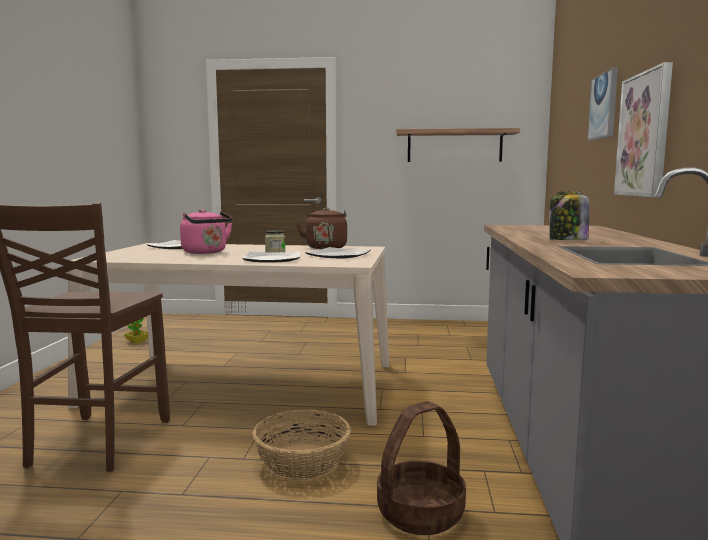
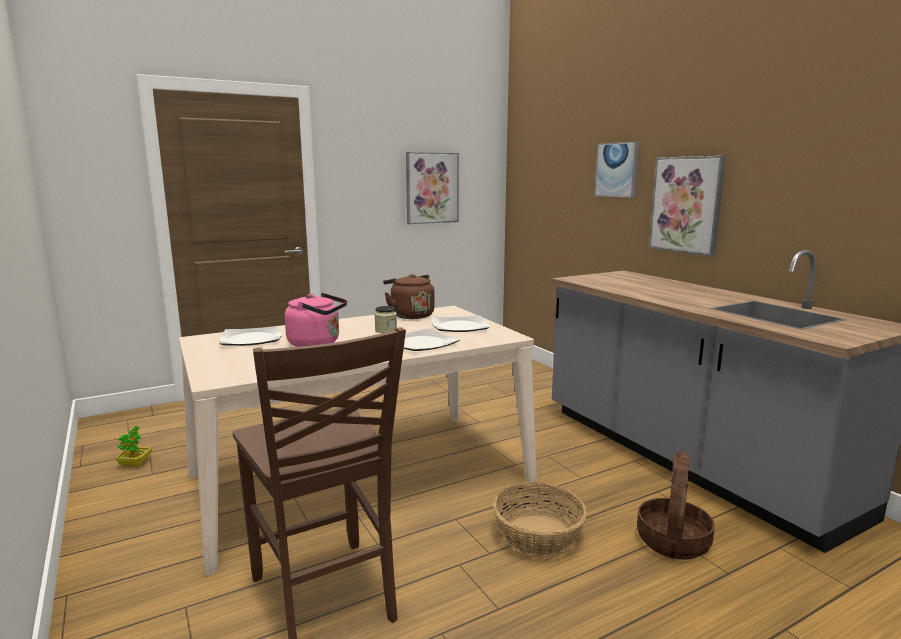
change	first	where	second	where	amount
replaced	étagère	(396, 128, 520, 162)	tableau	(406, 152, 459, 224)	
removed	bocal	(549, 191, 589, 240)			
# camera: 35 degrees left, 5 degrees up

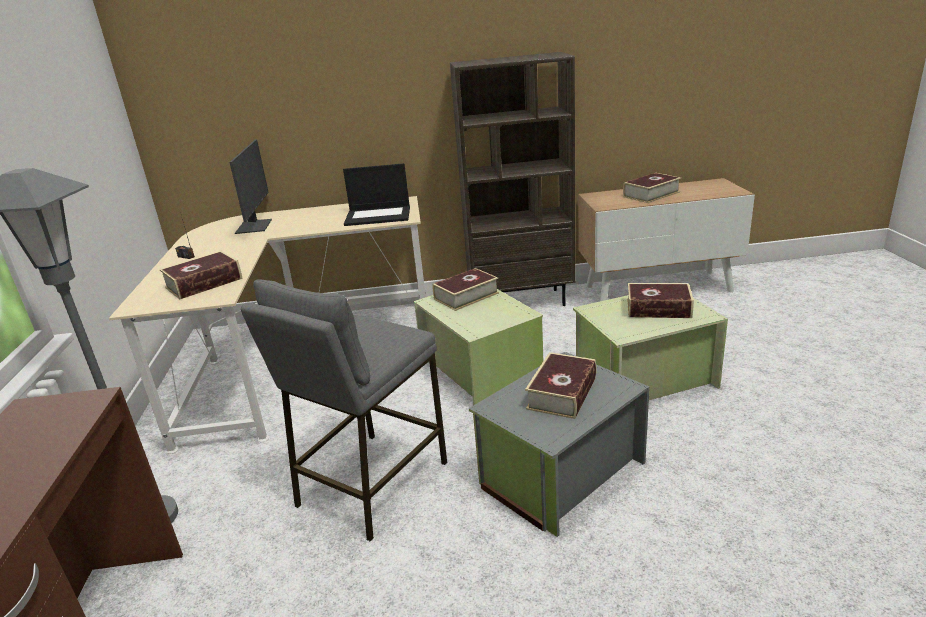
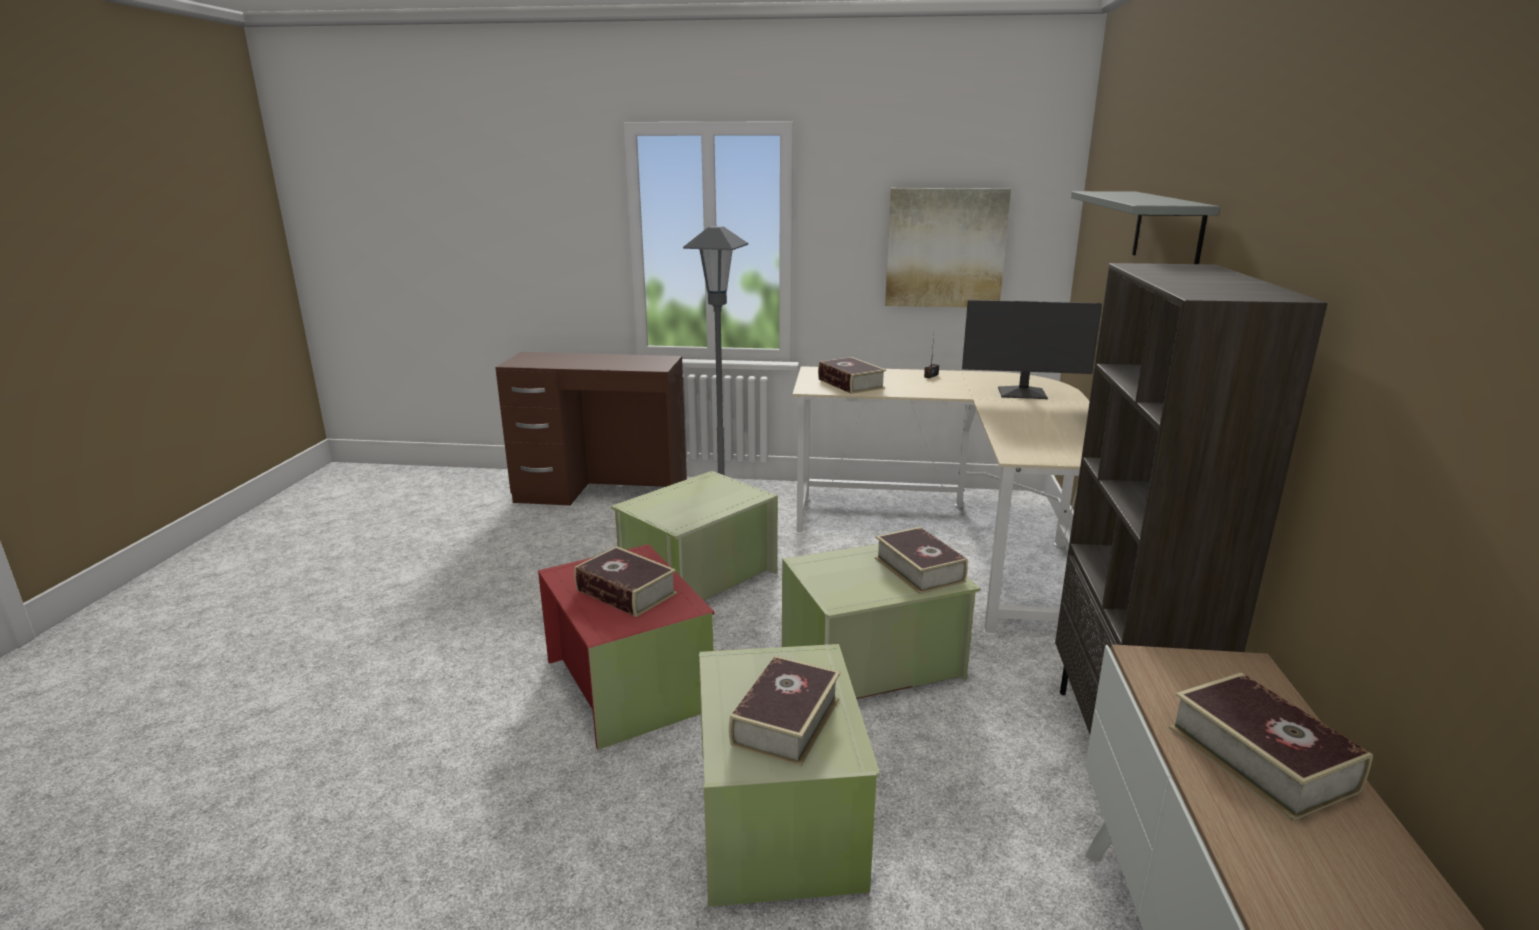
change	first	where	second	where	amount
removed	ordinateur portable	(343, 163, 410, 226)			
replaced	tabouret [gris]	(241, 279, 447, 541)	boîte de rangement [vert]	(611, 471, 778, 601)	
recoloured	boîte de rangement [gris]	(469, 352, 650, 537)	boîte de rangement [rouge]	(538, 544, 714, 750)	
added			tableau	(885, 188, 1011, 307)	
added			étagère [gris]	(1071, 191, 1220, 264)	
# camera: 100 degrees right, 5 degrees down

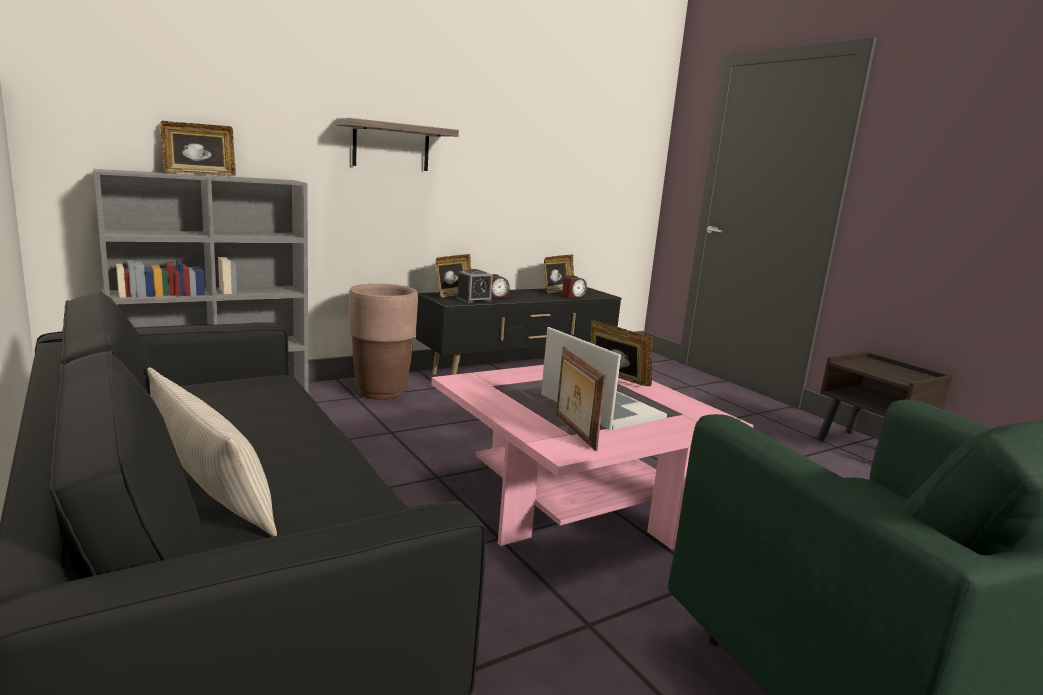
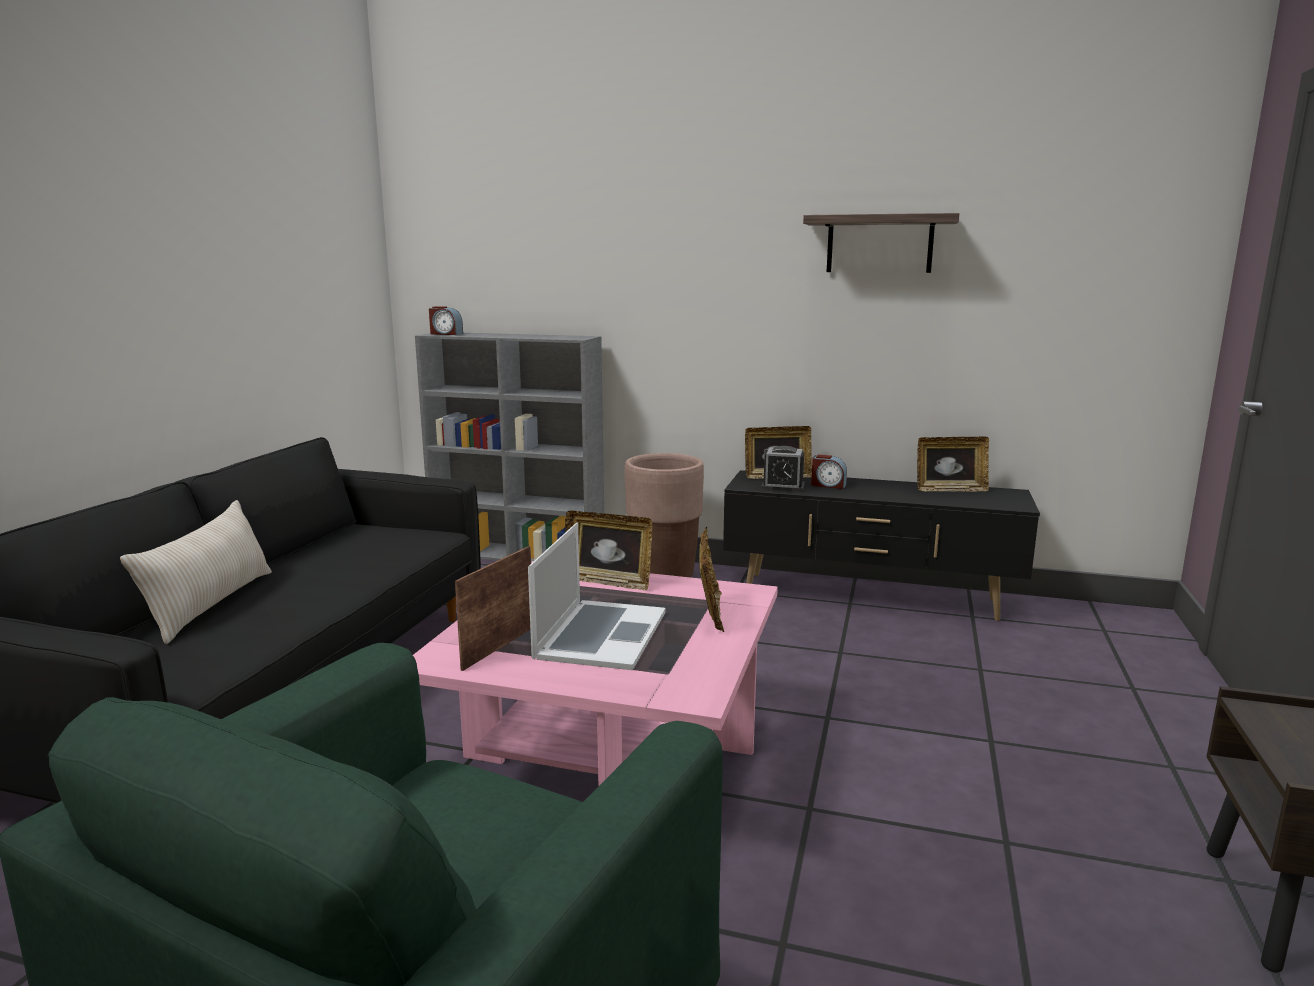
change	first	where	second	where	amount
moved	étagère	(336, 118, 459, 171)		(803, 213, 959, 273)	
moved	cadre photo	(160, 121, 236, 176)		(565, 511, 652, 590)	
moved	réveil	(562, 276, 587, 298)		(429, 306, 463, 335)	
# camera: 50 degrees right, 0 degrees up

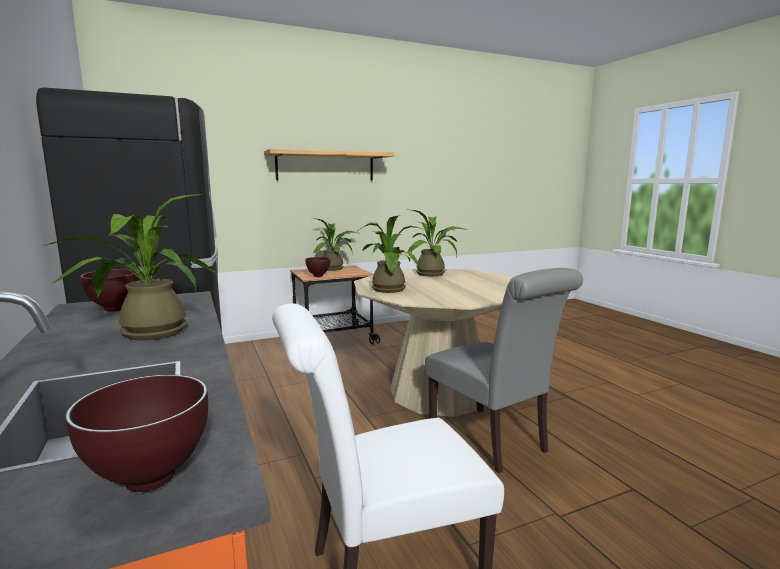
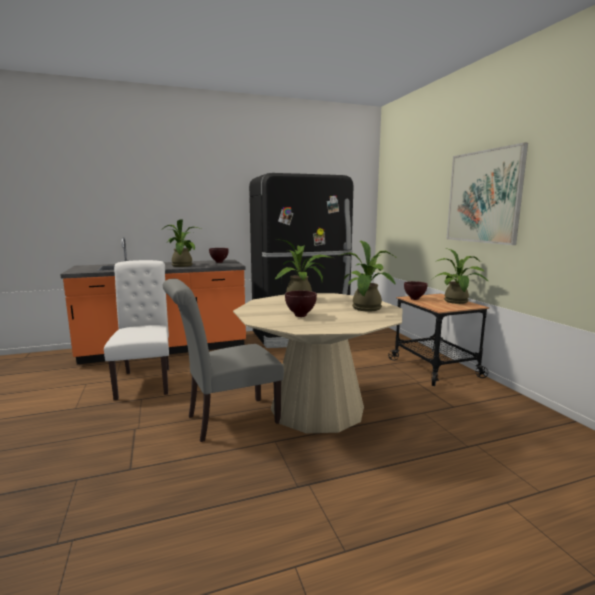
change	first	where	second	where	amount
replaced	étagère	(264, 149, 394, 181)	tableau	(447, 142, 528, 245)	
moved	bol [marron]	(65, 375, 208, 492)		(285, 290, 317, 317)	
# camera: 95 degrees right, 0 degrees up

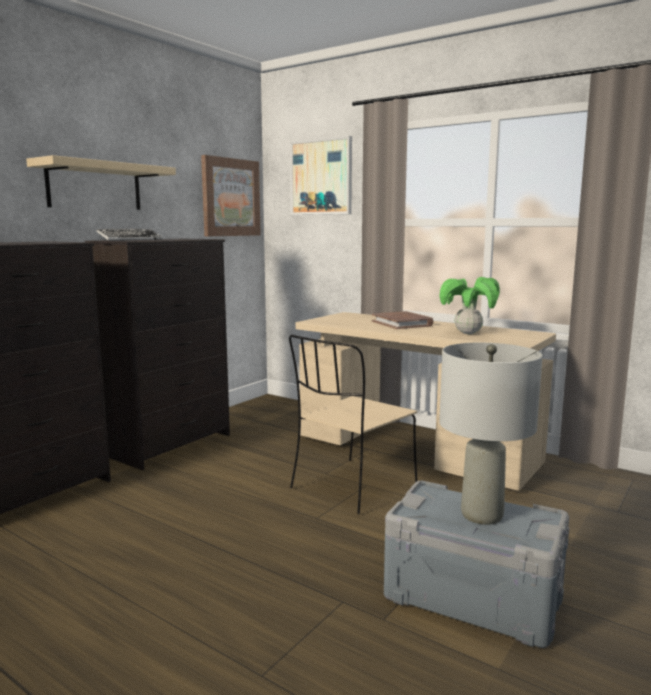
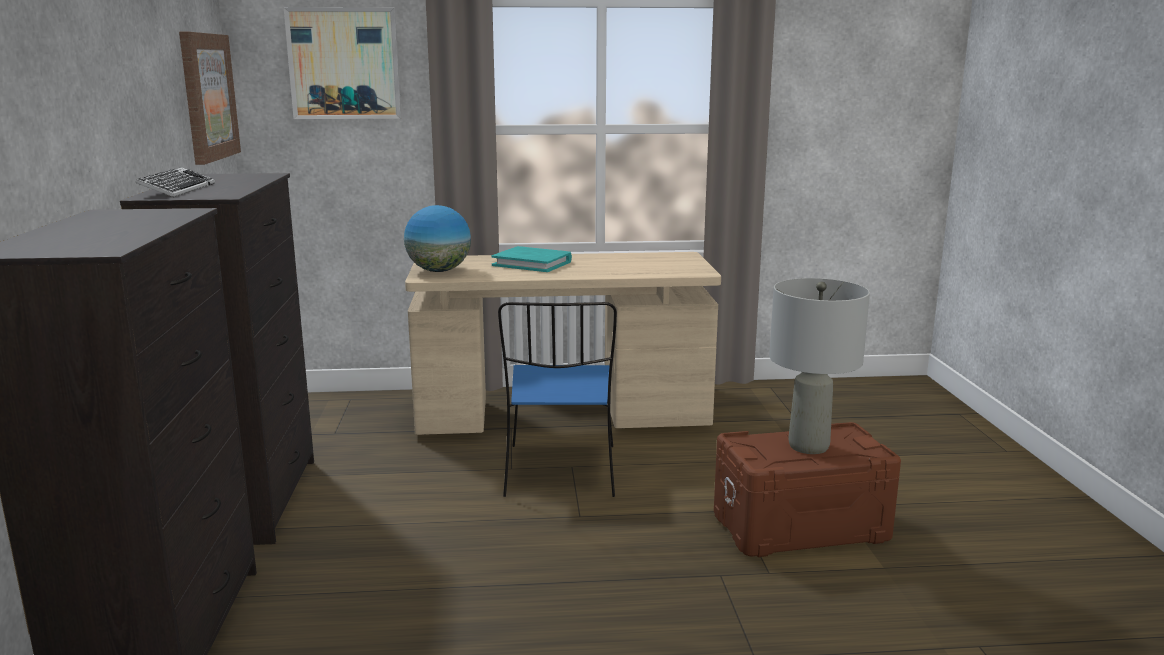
change	first	where	second	where	amount
removed	étagère [beige]	(26, 155, 176, 210)			
removed	plante en pot	(440, 277, 500, 334)			
recoloured	livre [marron]	(372, 311, 433, 329)	livre [turquoise]	(491, 246, 572, 272)	
recoloured	chaise [beige]	(289, 335, 417, 514)	chaise [bleu]	(498, 302, 617, 497)	
recoloured	boîte de rangement [gris]	(384, 481, 569, 648)	boîte de rangement [marron]	(714, 422, 901, 557)	
added			globe	(404, 205, 471, 272)	
# camera: 40 degrees left, 5 degrees up

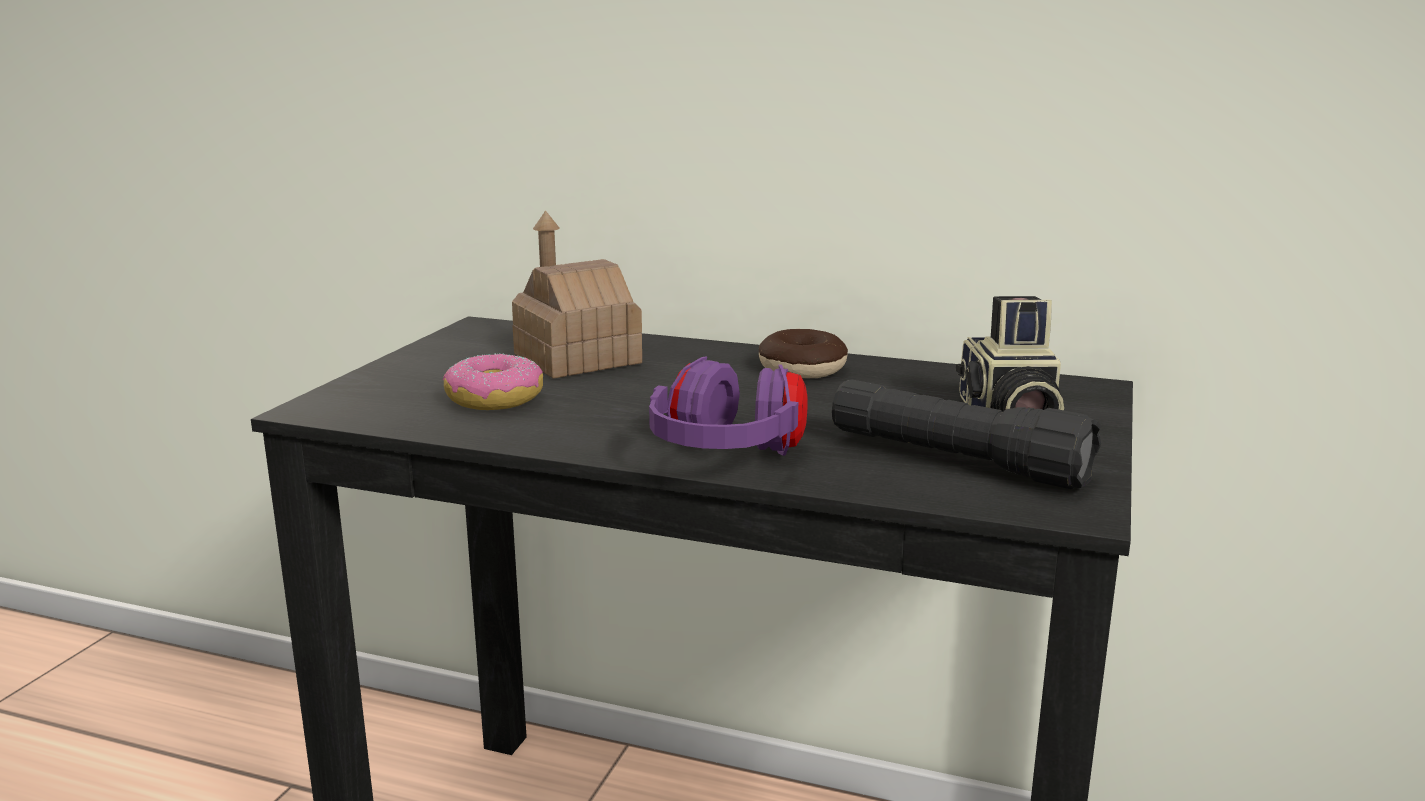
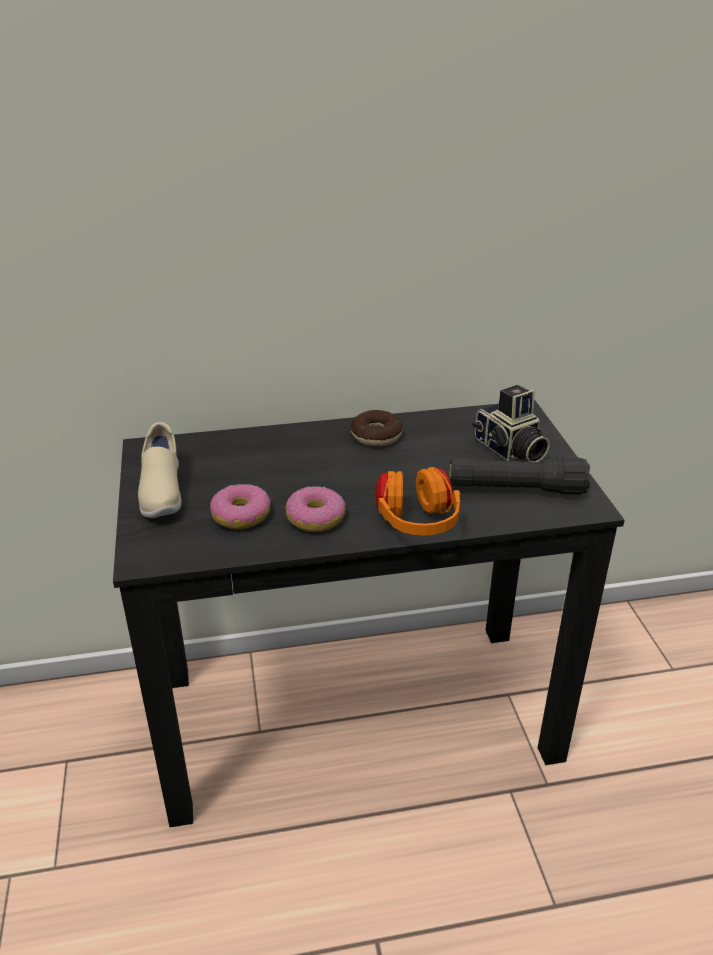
change	first	where	second	where	amount
removed	maison miniature	(512, 210, 642, 379)			
recoloured	casque audio [violet]	(649, 356, 808, 456)	casque audio [orange]	(376, 467, 460, 536)	
added			chaussure [beige]	(138, 422, 182, 518)	
added			beignet	(285, 486, 346, 532)	
# camera: 30 degrees left, 15 degrees up

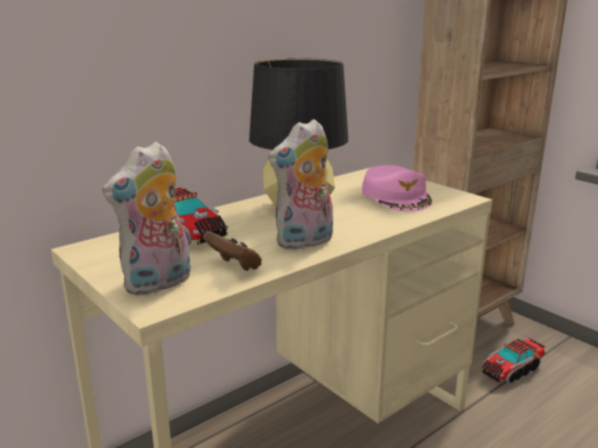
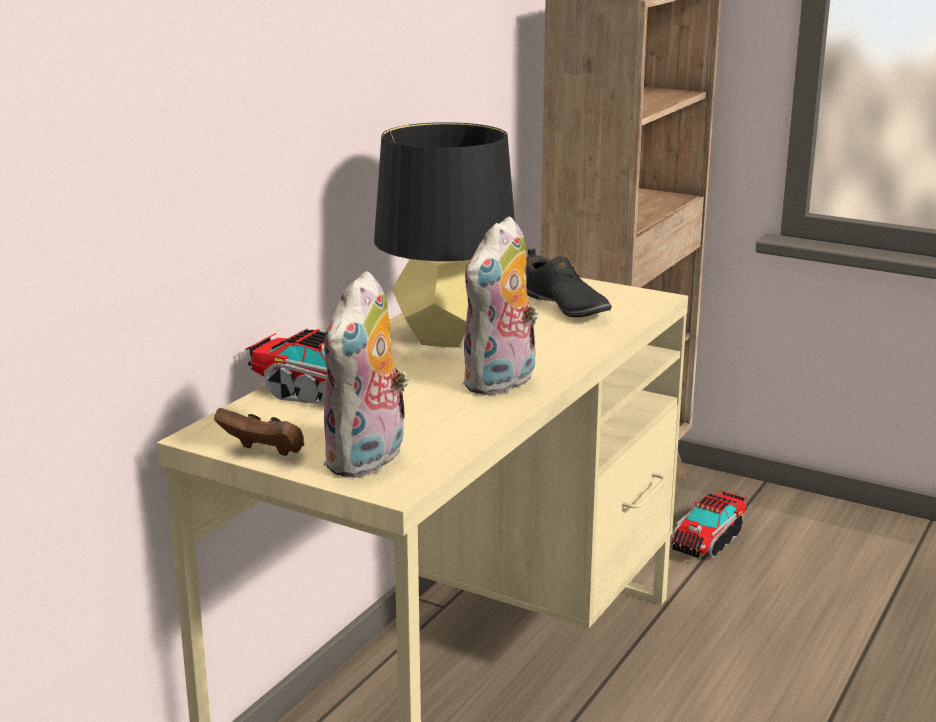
change	first	where	second	where	amount
replaced	casquette [rose]	(362, 165, 432, 211)	chaussure [noir]	(526, 248, 612, 318)	
moved	manette [marron]	(203, 231, 262, 271)		(214, 408, 304, 456)	
# camera: 20 degrees left, 0 degrees up

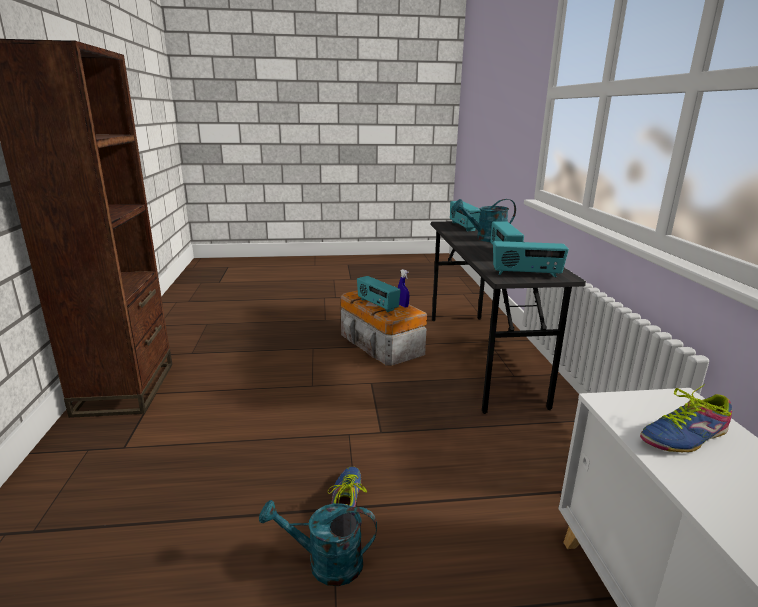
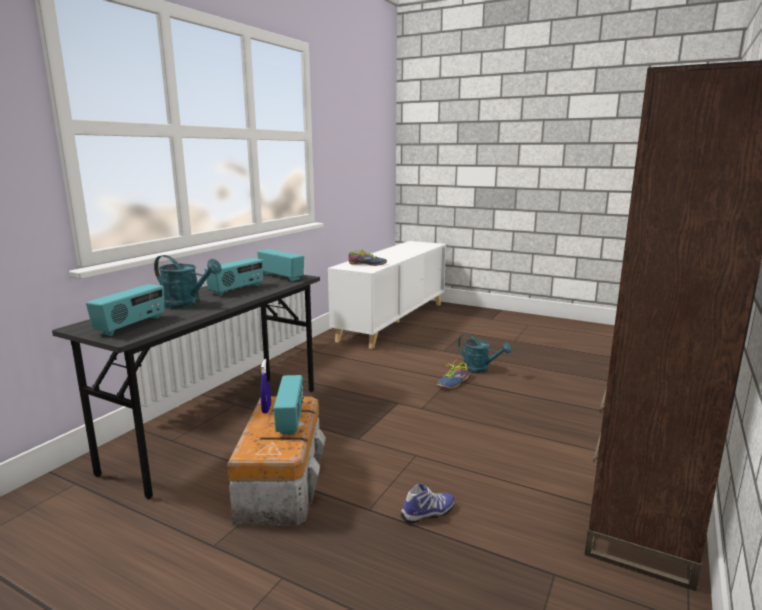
change	first	where	second	where	amount
added			chaussure	(401, 483, 455, 523)	
# camera: 145 degrees left, 5 degrees down

